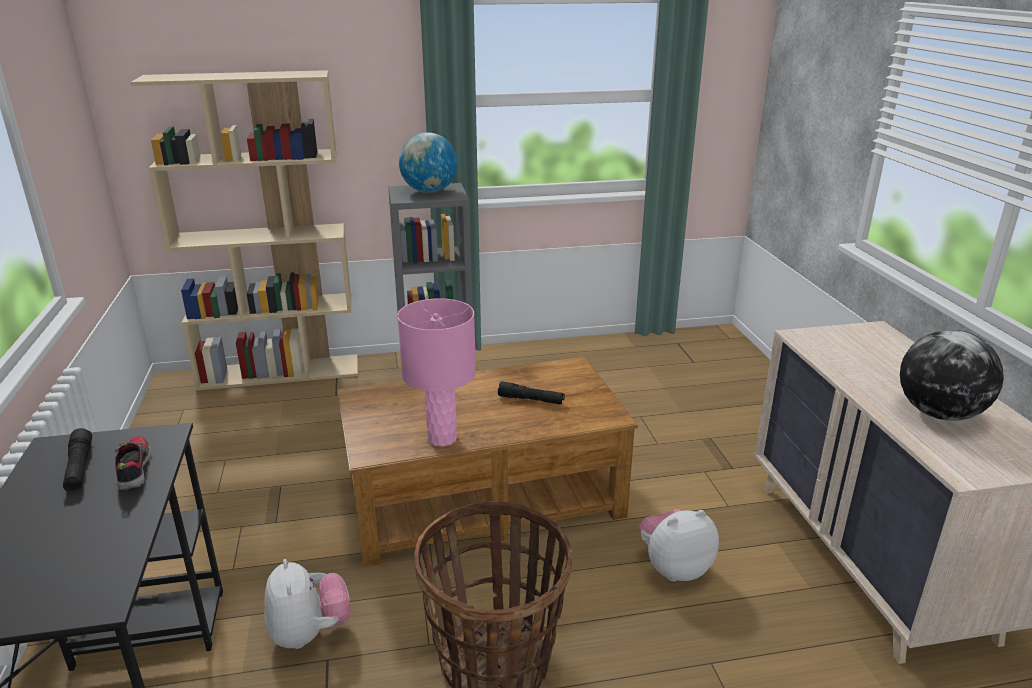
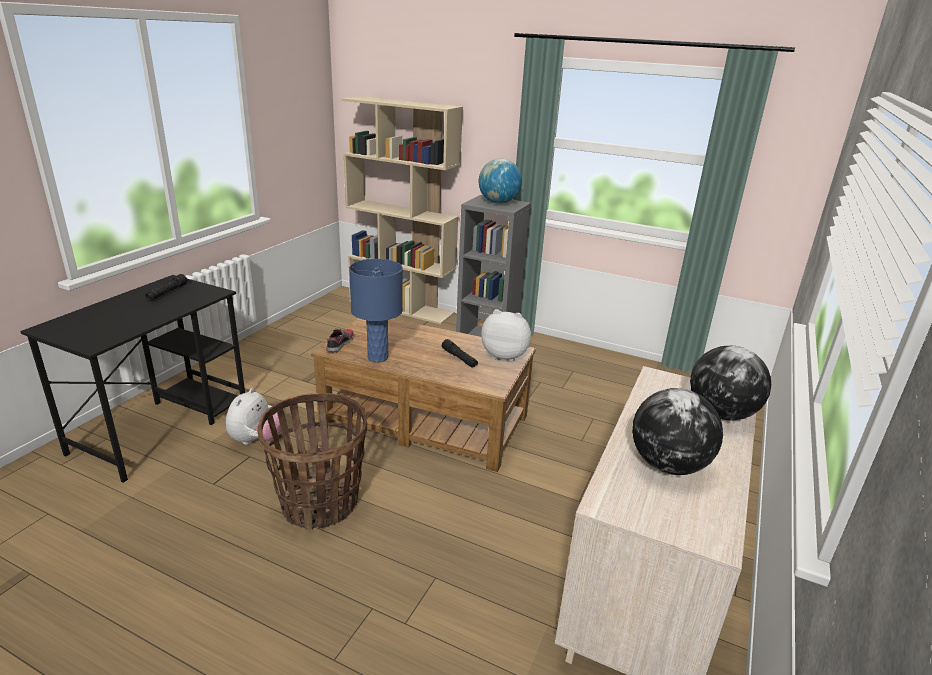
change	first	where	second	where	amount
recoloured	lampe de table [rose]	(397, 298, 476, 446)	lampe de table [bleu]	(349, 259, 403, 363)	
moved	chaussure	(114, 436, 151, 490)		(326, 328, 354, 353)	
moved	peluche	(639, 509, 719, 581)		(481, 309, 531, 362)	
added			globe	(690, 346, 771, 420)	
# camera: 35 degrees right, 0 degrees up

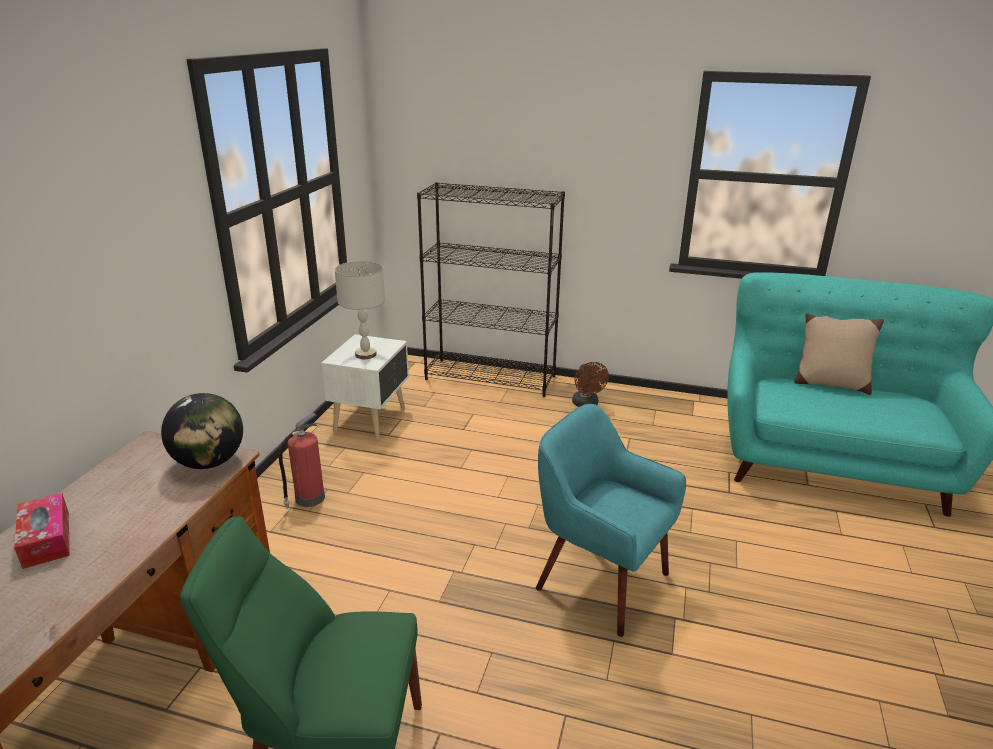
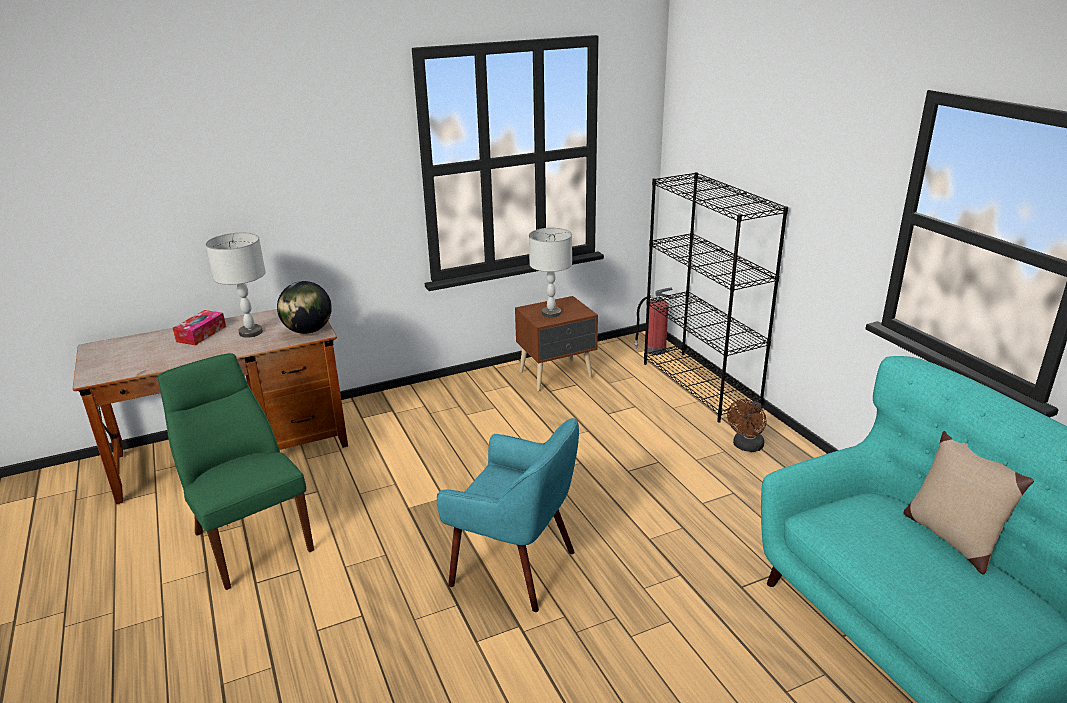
change	first	where	second	where	amount
recoloured	table de chevet [blanc]	(321, 334, 409, 440)	table de chevet [marron]	(515, 296, 598, 391)	
turned	fauteuil [turquoise]	(536, 404, 686, 637)		(437, 418, 579, 612)	120 degrees clockwise
moved	extincteur	(279, 412, 325, 509)		(634, 287, 672, 355)	
added			lampe de table [gris]	(206, 233, 266, 338)	
# camera: 50 degrees right, 0 degrees up

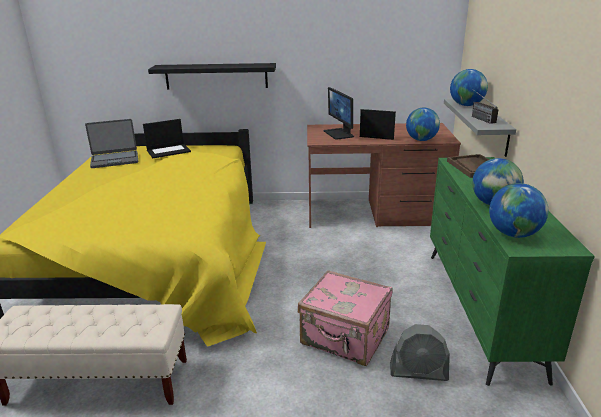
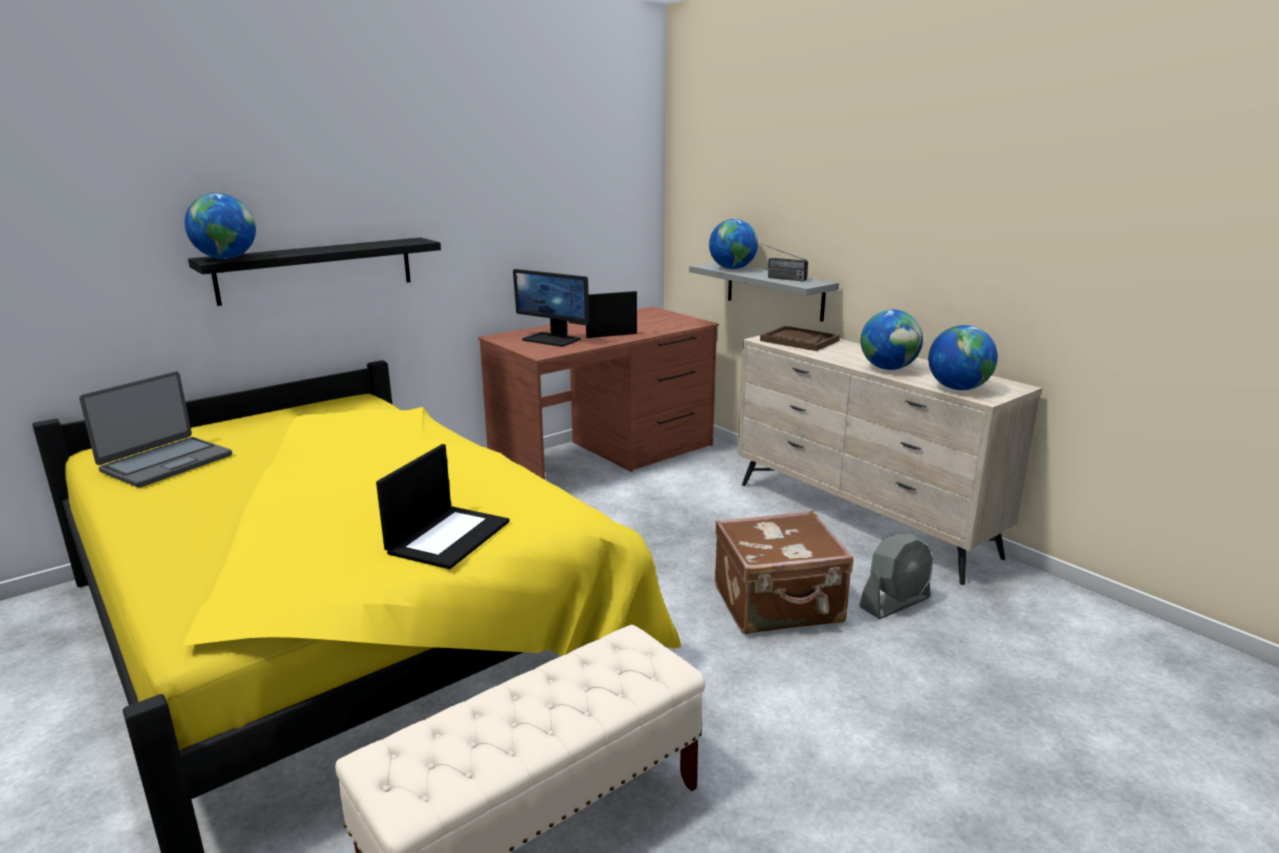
change	first	where	second	where	amount
moved	globe	(406, 108, 440, 141)		(185, 193, 256, 259)	
moved	ordinateur portable	(143, 119, 191, 158)		(376, 444, 510, 569)	
recoloured	commode [vert]	(430, 157, 595, 386)	commode [beige]	(738, 336, 1042, 585)	
recoloured	valise [rose]	(298, 270, 393, 366)	valise [marron]	(715, 510, 853, 634)	
# camera: 40 degrees left, 5 degrees down

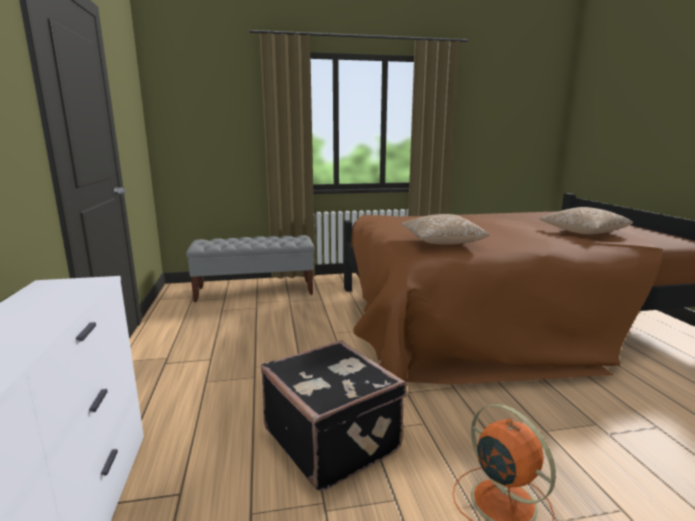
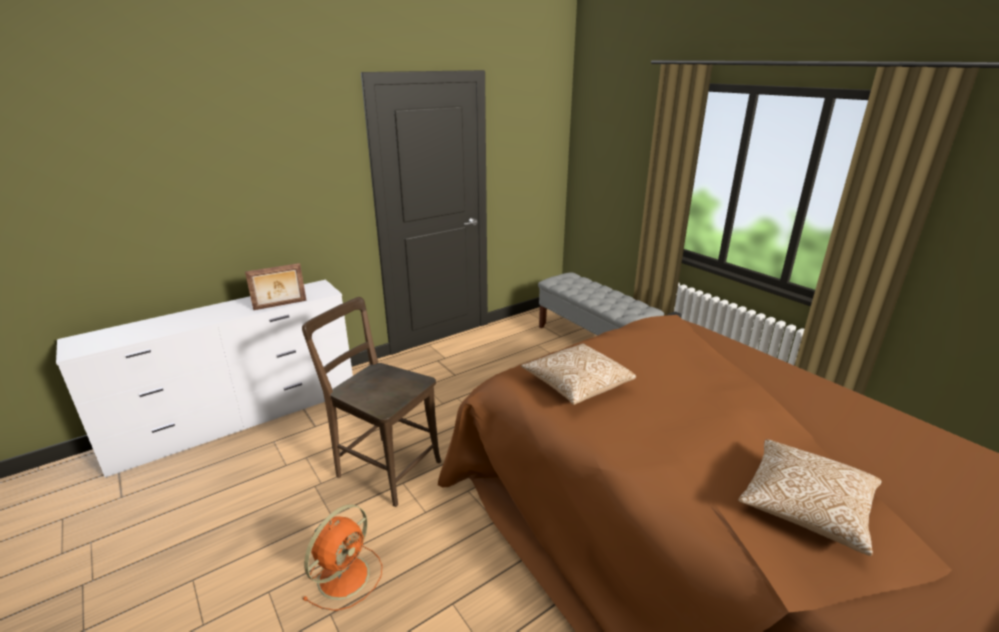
change	first	where	second	where	amount
replaced	valise [noir]	(261, 340, 407, 492)	chaise [marron]	(302, 297, 441, 507)	
added			cadre photo	(245, 263, 307, 310)	
# camera: 65 degrees right, 10 degrees up

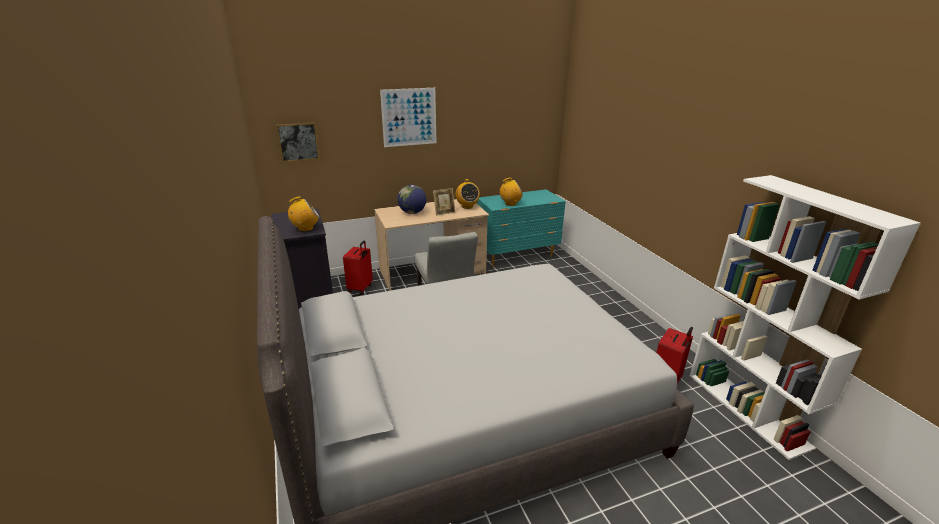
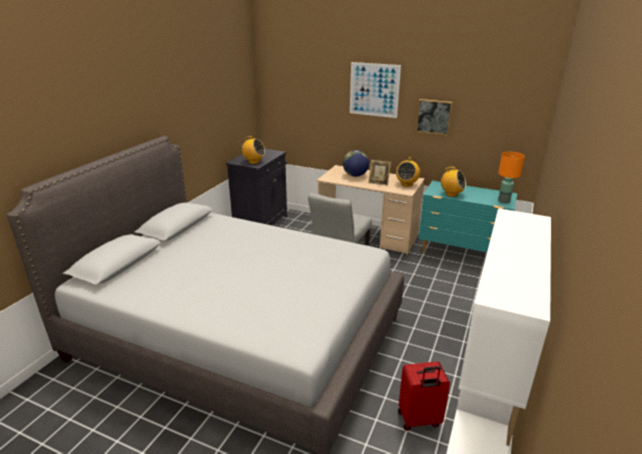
change	first	where	second	where	amount
moved	tableau	(276, 122, 320, 162)		(416, 99, 453, 135)	
removed	valise [rouge]	(343, 241, 373, 295)			
added			lampe de table [orange]	(498, 152, 525, 203)	
# camera: 45 degrees right, 0 degrees up

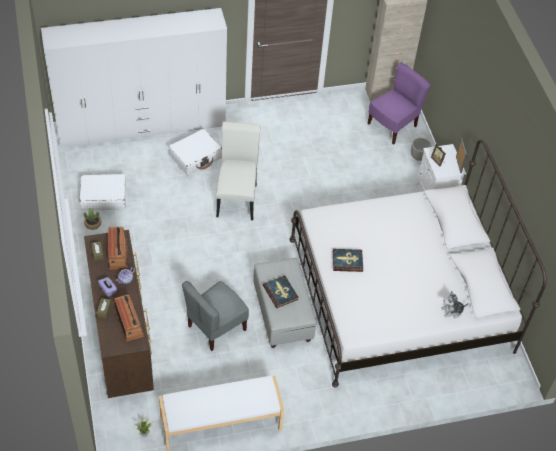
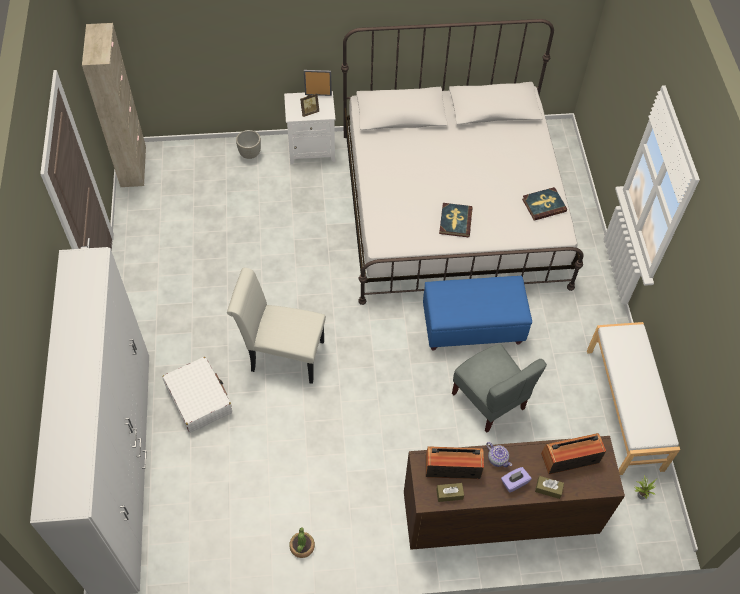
change	first	where	second	where	amount
removed	chaise [violet]	(367, 62, 431, 145)			
removed	valise [blanc]	(79, 174, 126, 211)			
recoloured	pouf [gris]	(253, 258, 317, 348)	pouf [bleu]	(423, 276, 532, 351)	
moved	livre	(263, 275, 299, 308)		(522, 187, 567, 221)	
removed	peluche	(441, 290, 468, 318)			
# camera: 80 degrees left, 5 degrees up

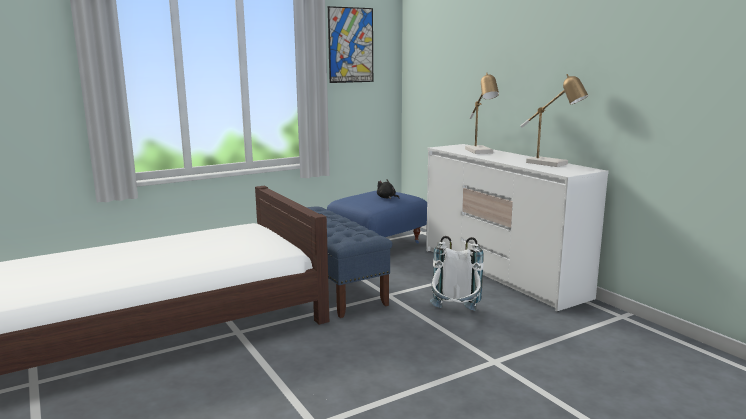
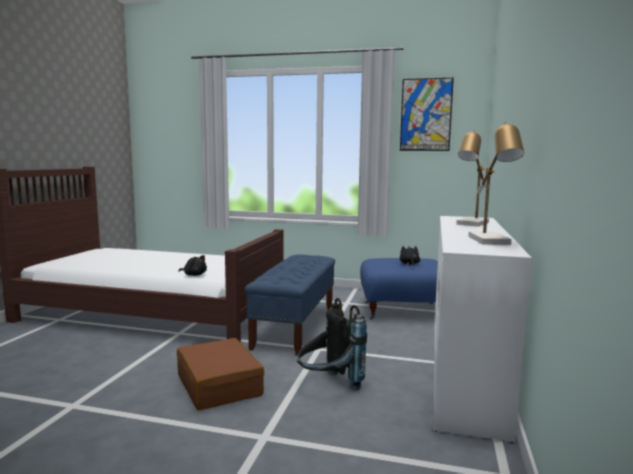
change	first	where	second	where	amount
recoloured	sac à dos [blanc]	(430, 236, 484, 311)	sac à dos [noir]	(297, 298, 367, 391)	
added			peluche [noir]	(178, 255, 207, 276)	
added			valise [marron]	(177, 338, 264, 410)	
# camera: 45 degrees right, 5 degrees down

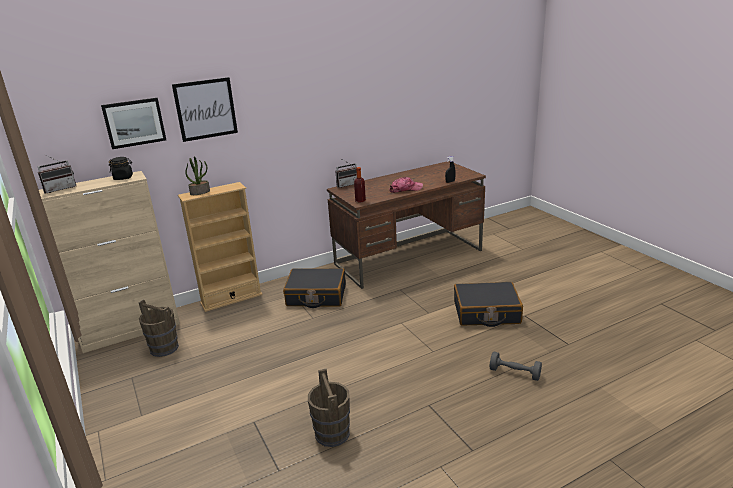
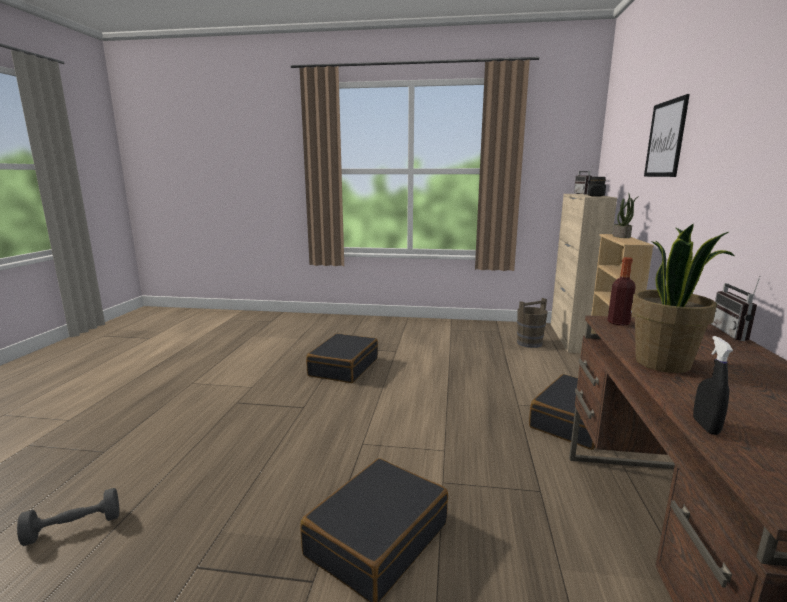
change	first	where	second	where	amount
removed	tableau	(101, 98, 166, 149)			
replaced	casquette	(389, 177, 423, 193)	plante en pot	(631, 224, 734, 373)	
moved	haltère [gris]	(490, 352, 542, 381)		(17, 488, 119, 546)	
replaced	seau [marron]	(308, 369, 350, 447)	valise [noir]	(306, 333, 378, 383)	
# camera: 125 degrees right, 10 degrees down

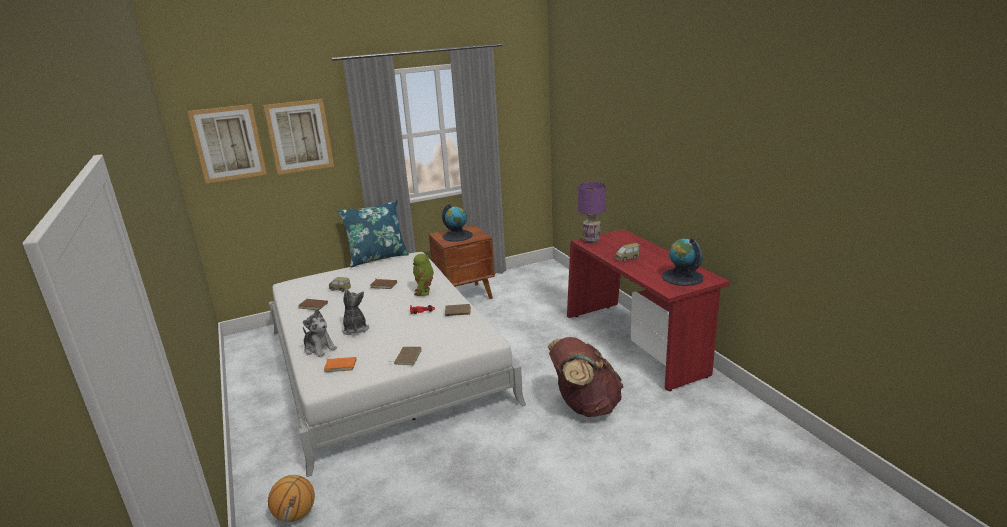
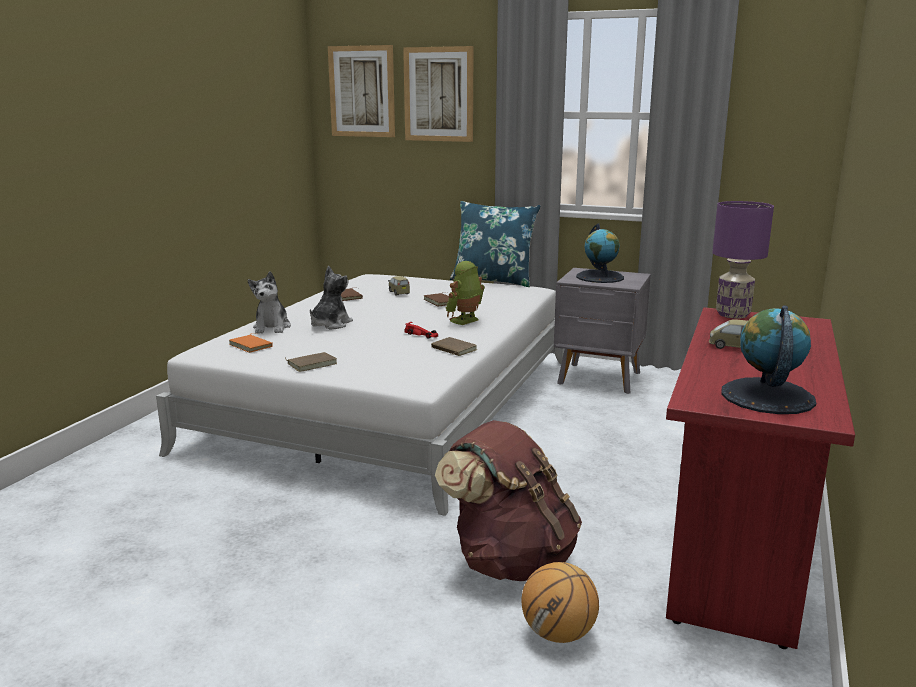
change	first	where	second	where	amount
recoloured	table de chevet [marron]	(429, 225, 495, 299)	table de chevet [gris]	(554, 268, 651, 394)	
moved	ballon de basket	(268, 475, 315, 522)		(522, 562, 599, 643)	
# camera: 45 degrees right, 5 degrees down

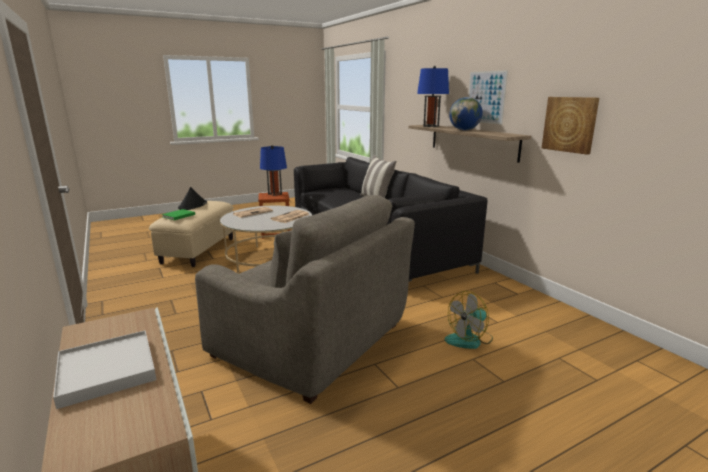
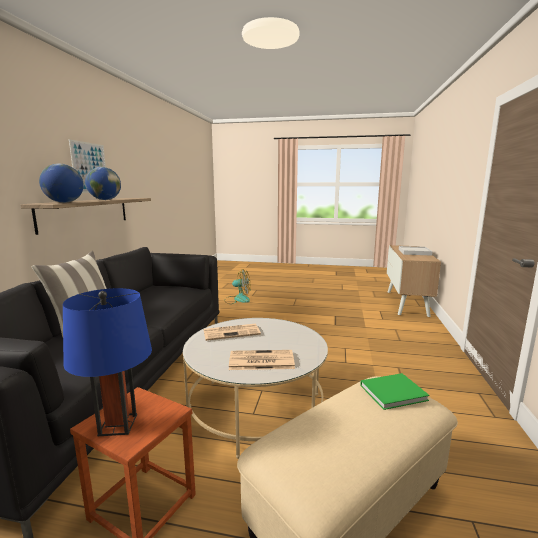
change	first	where	second	where	amount
replaced	lampe de table [bleu]	(417, 66, 449, 127)	globe	(39, 164, 84, 203)	
removed	tableau	(542, 97, 599, 155)			
removed	chapeau [noir]	(178, 187, 207, 210)			
removed	fauteuil [gris]	(195, 195, 415, 404)			
# camera: 140 degrees left, 5 degrees down

